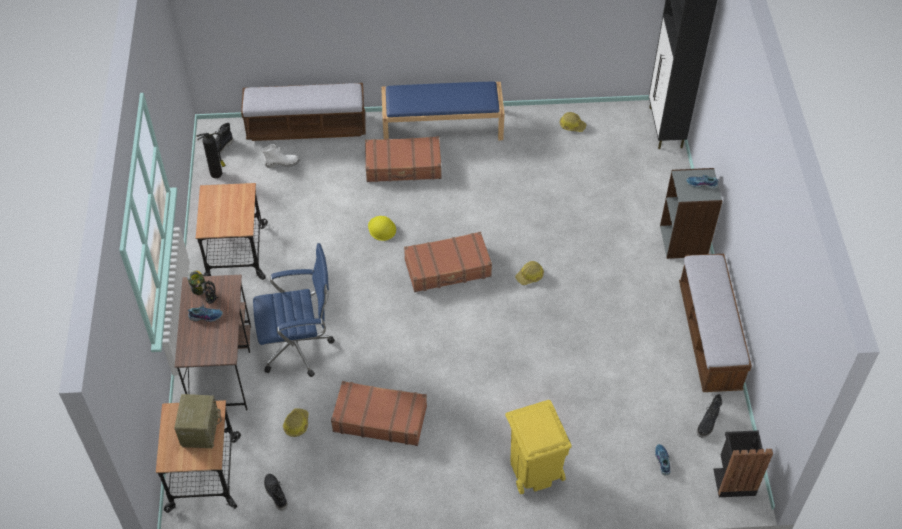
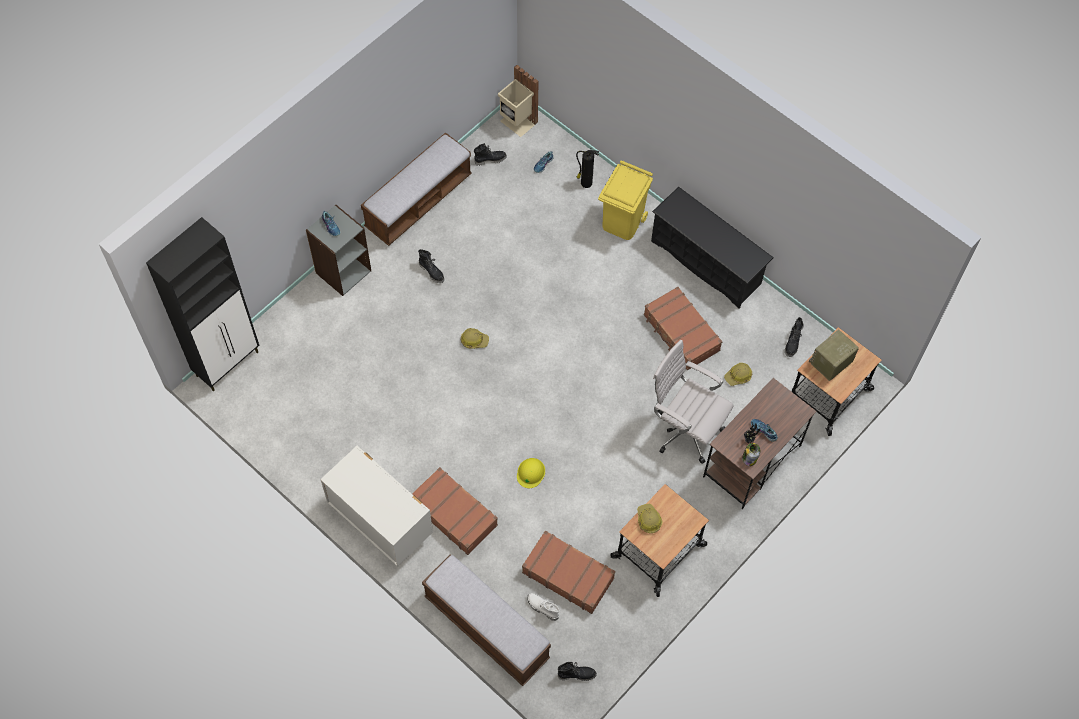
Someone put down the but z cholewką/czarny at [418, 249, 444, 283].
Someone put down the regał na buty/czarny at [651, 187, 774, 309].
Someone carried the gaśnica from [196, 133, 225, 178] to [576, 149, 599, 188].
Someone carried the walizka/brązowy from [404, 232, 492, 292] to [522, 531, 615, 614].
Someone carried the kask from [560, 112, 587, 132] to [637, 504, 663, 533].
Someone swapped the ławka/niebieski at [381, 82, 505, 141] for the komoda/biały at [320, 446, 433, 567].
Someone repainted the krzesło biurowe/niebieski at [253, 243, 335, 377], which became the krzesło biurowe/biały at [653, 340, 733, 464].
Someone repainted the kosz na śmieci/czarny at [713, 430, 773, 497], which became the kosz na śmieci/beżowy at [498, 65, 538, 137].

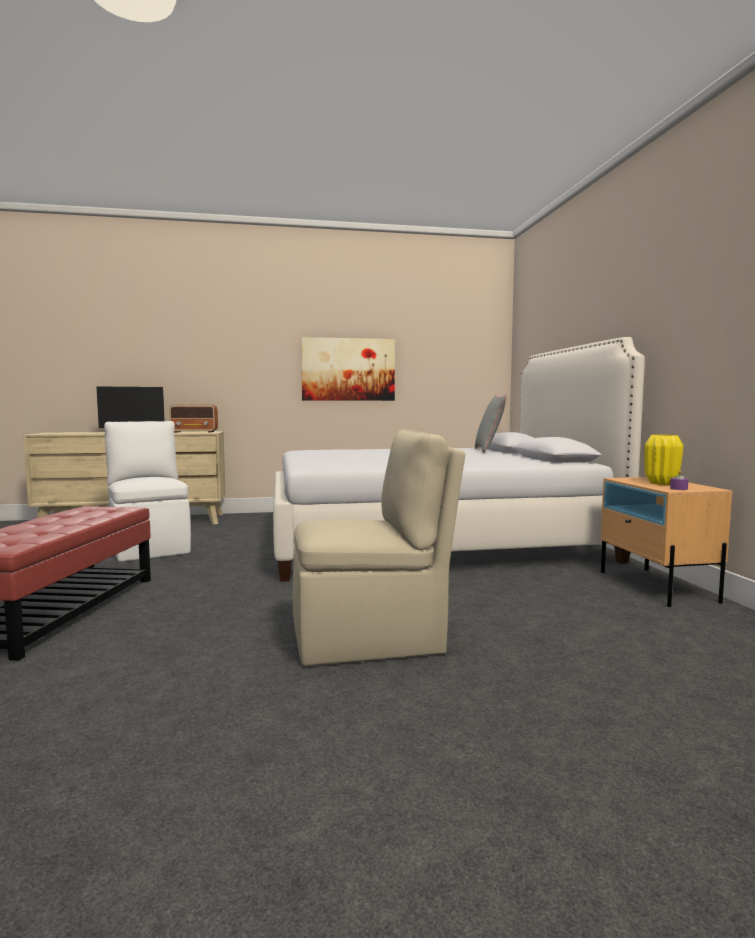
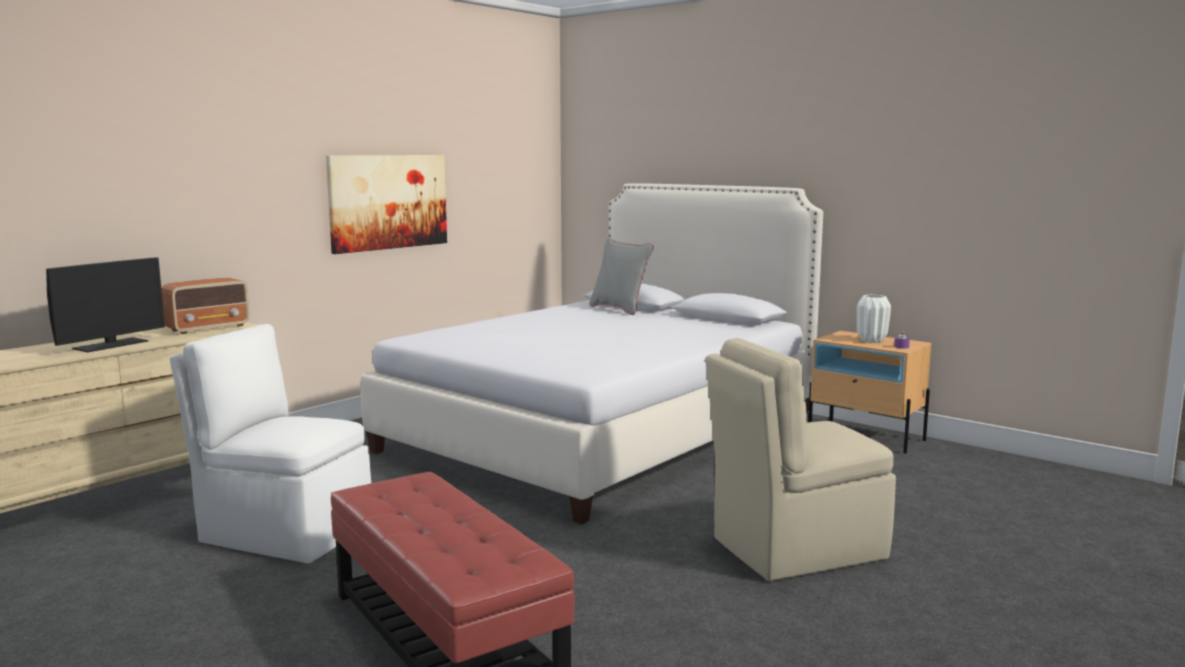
Someone repainted the wazon/żółty at [644, 435, 683, 485], which became the wazon/biały at [857, 295, 891, 343].
Someone rotated the krzesło/beżowy at [293, 430, 465, 666] by 150 degrees counterclockwise.

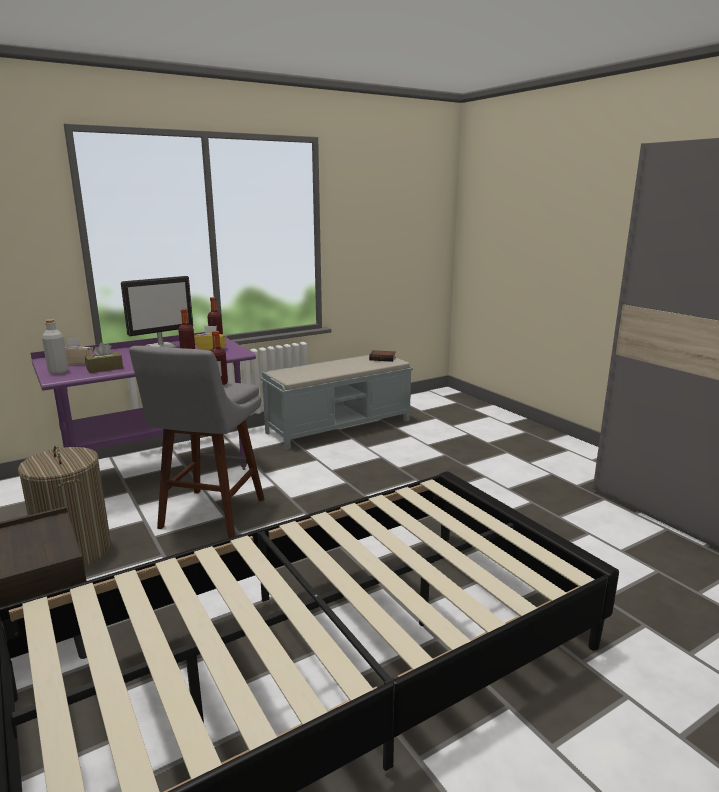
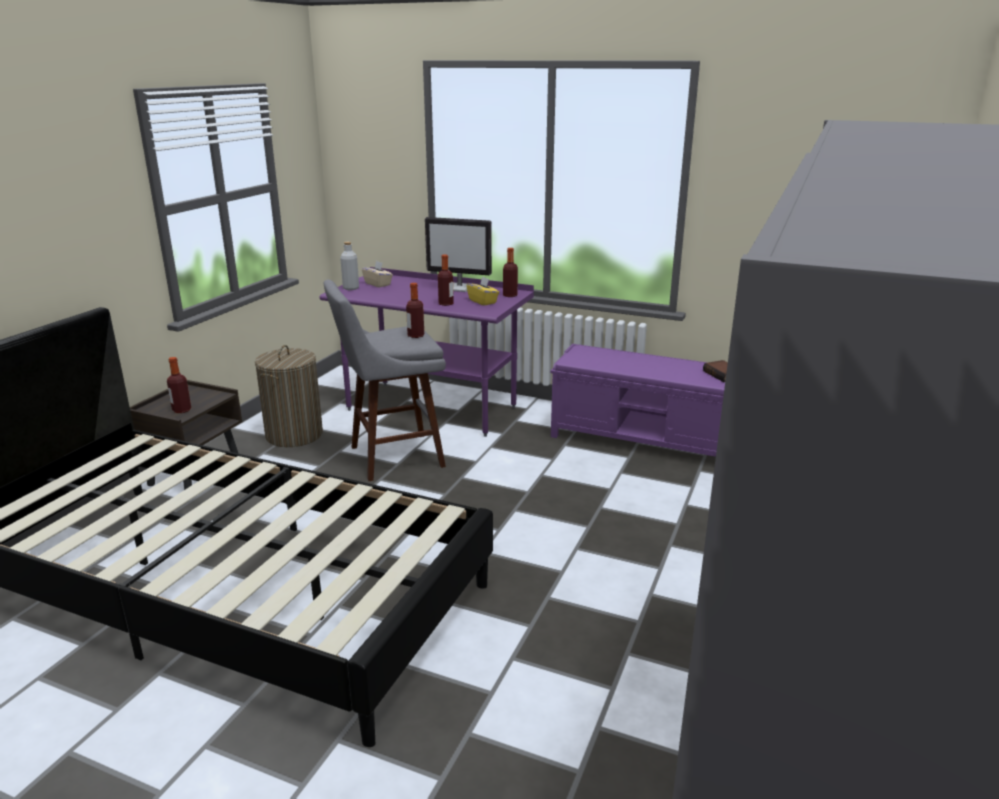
Someone took away the pudełko chusteczek/brązowy at [85, 342, 123, 373].
Someone put down the butelka at [167, 357, 191, 413].
Someone repainted the ławka/szary at [261, 355, 413, 450], which became the ławka/fioletowy at [550, 344, 725, 457].

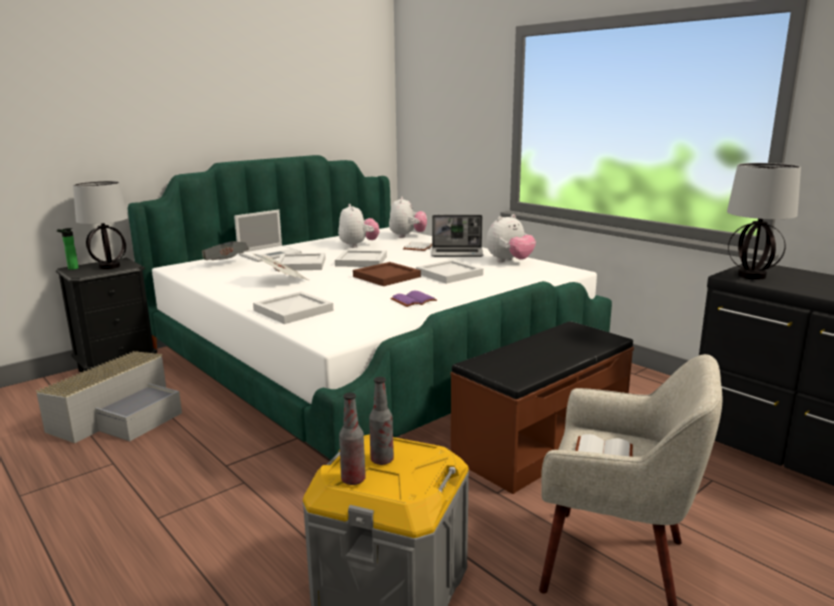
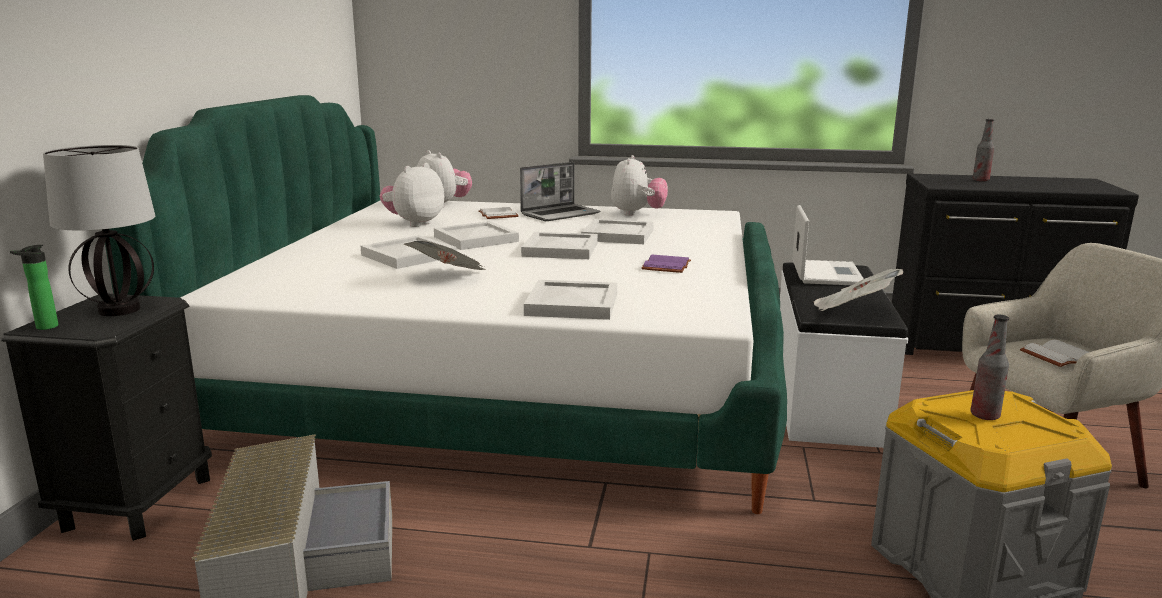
Someone took away the lampa stołowa at [727, 163, 801, 279].
Someone carried the gazeta from [202, 241, 249, 260] to [814, 269, 903, 311].
Someone carried the laptop from [234, 209, 302, 262] to [792, 205, 864, 285].
Someone carried the butelka from [339, 392, 366, 485] to [973, 119, 994, 181].
Someone repainted the taca/brązowy at [353, 262, 421, 286], which became the taca/biały at [521, 232, 598, 259].
Someone repainted the ławka/brązowy at [451, 321, 634, 494], which became the ławka/biały at [780, 262, 908, 448].
Someone rotated the pluszak at [338, 204, 379, 248] by 90 degrees counterclockwise.

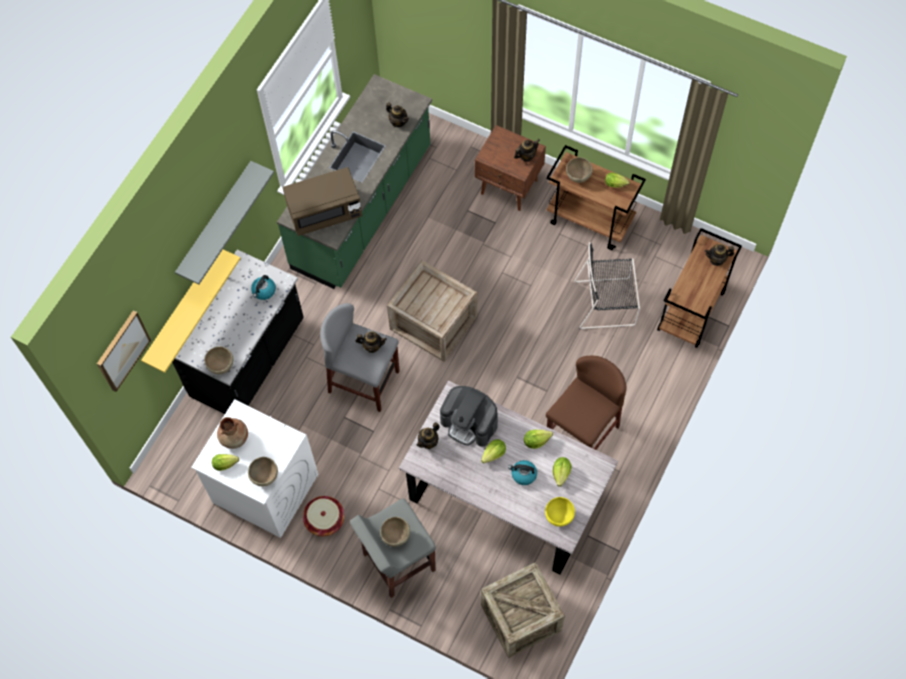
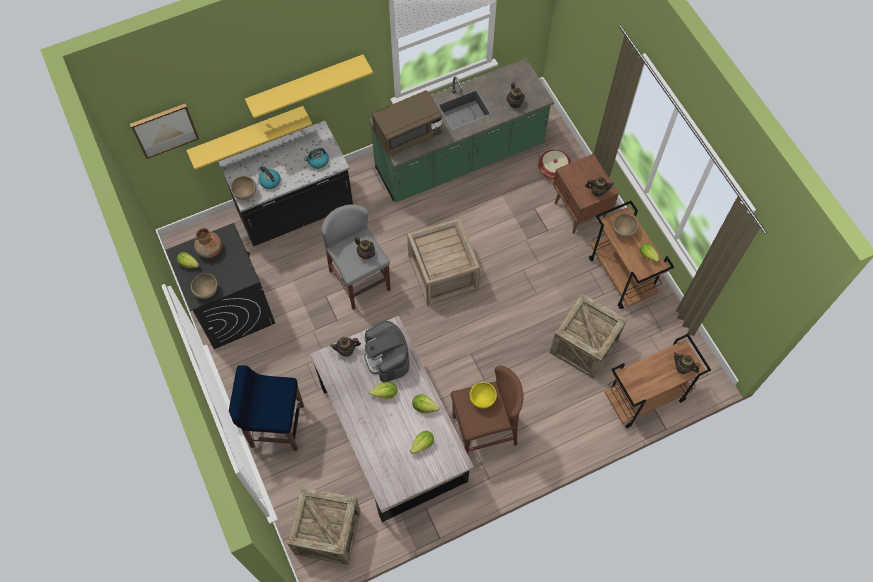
Someone took away the miska/brązowy at [380, 517, 410, 547].
Someone carried the koszyk from [303, 496, 345, 537] to [538, 150, 571, 180].
Someone carried the czajnik from [508, 460, 537, 485] to [259, 165, 280, 189].
Someone carried the miska/żółty from [545, 497, 575, 527] to [469, 382, 497, 409].
Someone swapped the krzesło/czarny at [574, 242, 640, 329] for the skrzynka at [550, 293, 627, 379].
Someone repainted the półka/szary at [175, 161, 274, 284], which became the półka/żółty at [245, 54, 373, 118].
Someone repainted the pralka/biały at [191, 399, 318, 538], which became the pralka/czarny at [166, 223, 275, 349].
Someone repainted the stołek/szary at [350, 499, 436, 598], which became the stołek/niebieski at [229, 365, 304, 451].
Someone rotated the mikrofalówka/brązowy at [283, 167, 362, 236] by 45 degrees counterclockwise.

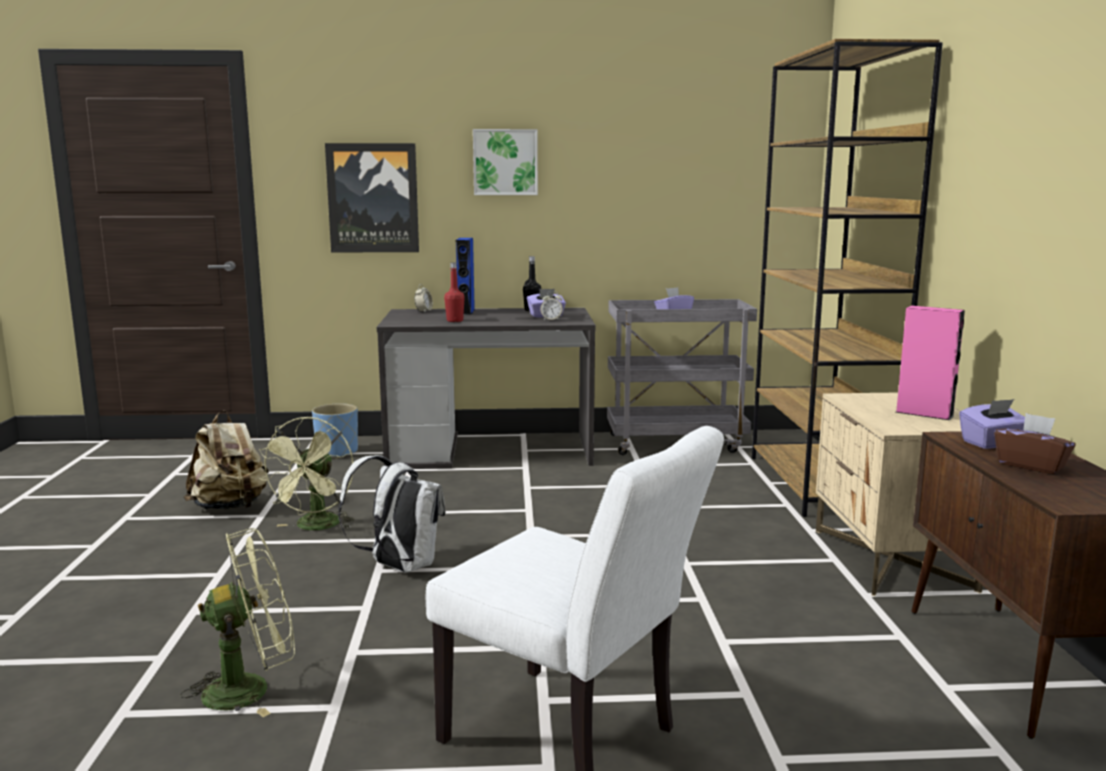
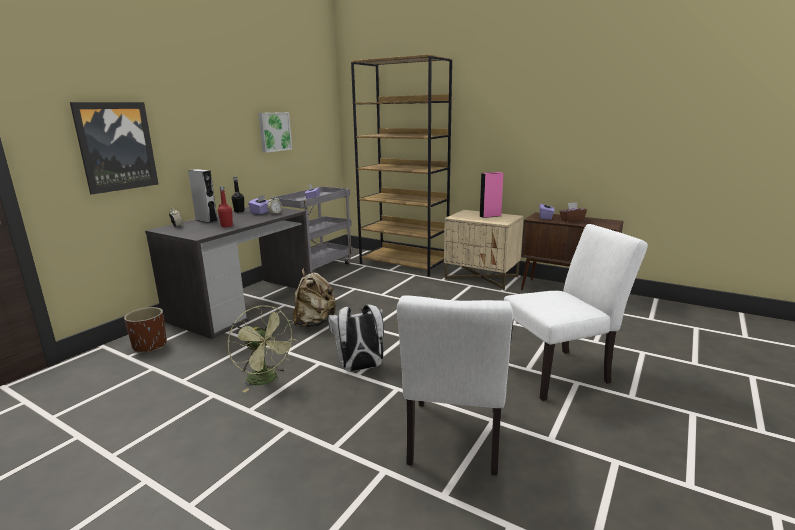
Someone carried the plecak/beżowy from [184, 410, 269, 510] to [293, 268, 337, 327].
Someone carried the obraz from [473, 129, 538, 195] to [258, 112, 292, 153].
Someone swapped the wentylator/zielony at [180, 528, 295, 717] for the krzesło/biały at [397, 295, 513, 475].
Someone repainted the donica/niebieski at [312, 403, 358, 459], which became the donica/brązowy at [124, 307, 167, 353].
Someone repainted the głośnik/niebieski at [456, 238, 475, 315], which became the głośnik/szary at [188, 169, 218, 223].

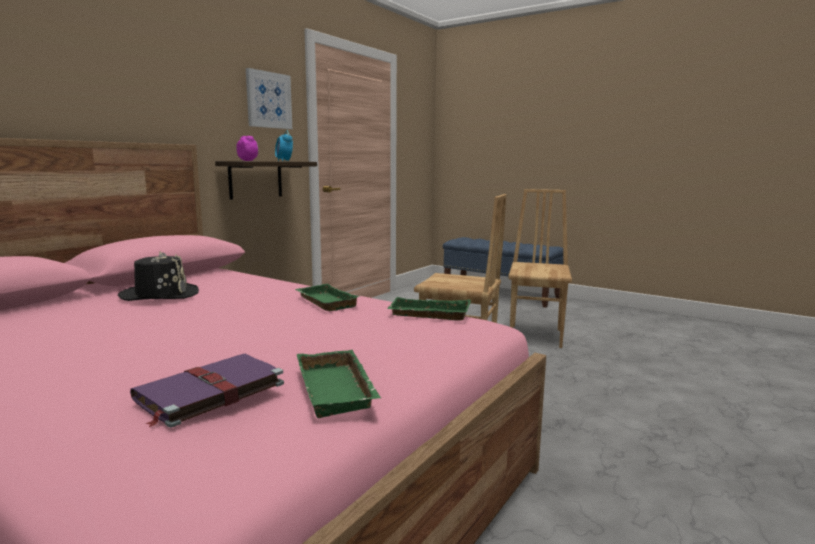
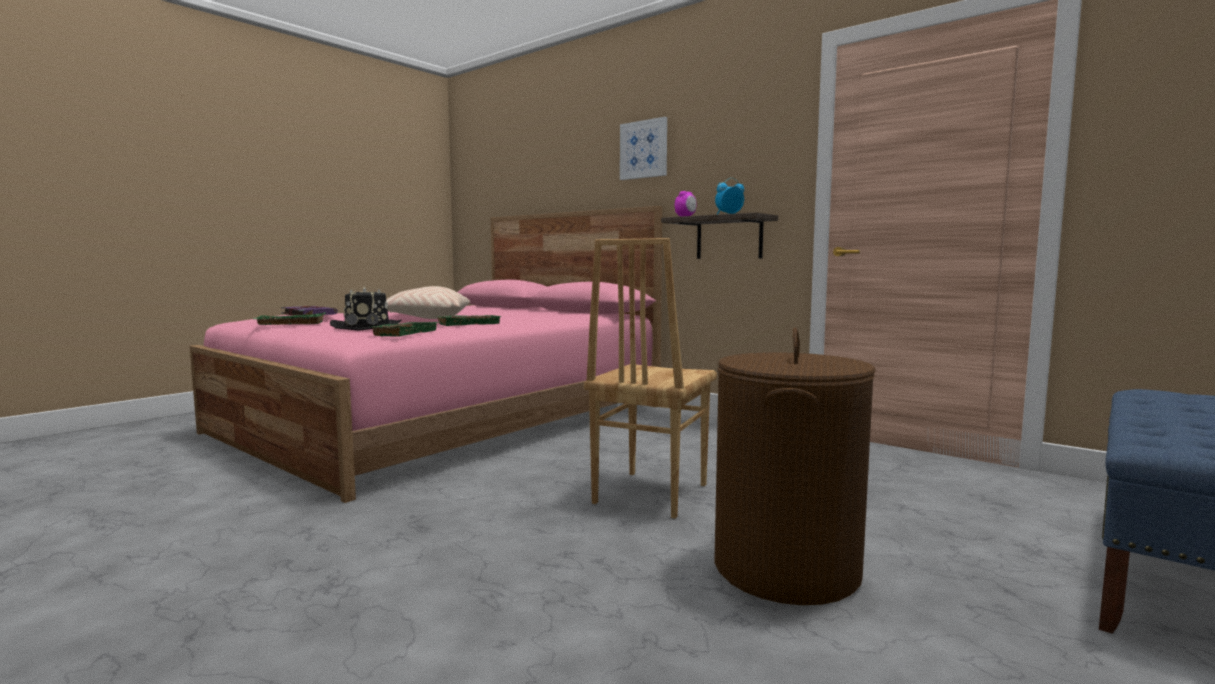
Someone put down the poduszka/beżowy at [386, 286, 470, 319].
Someone carried the kapelusz/czarny from [118, 251, 199, 301] to [330, 286, 402, 331].
Someone carried the obraz from [246, 68, 292, 129] to [620, 117, 667, 180].
Someone swapped the krzesło/brązowy at [508, 189, 572, 348] for the kosz na pranie/brązowy at [714, 328, 876, 605].

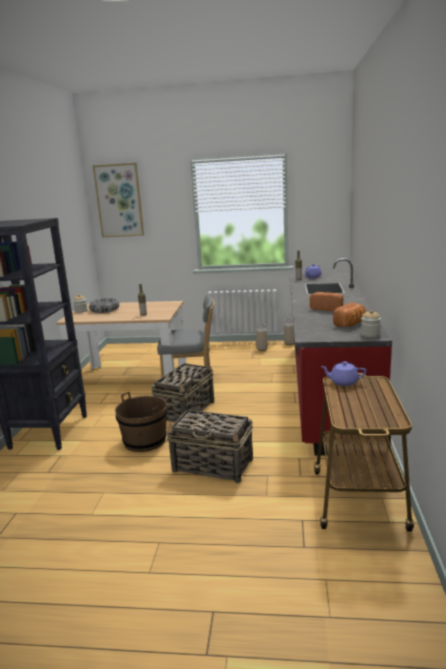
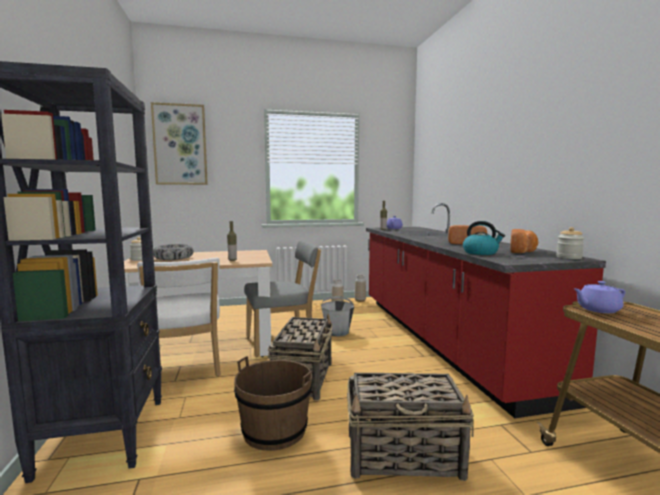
Someone put down the krzesło/biały at [137, 258, 221, 376].
Someone put down the wiadro/szary at [321, 296, 354, 337].
Someone put down the czajnik at [463, 221, 505, 255].

